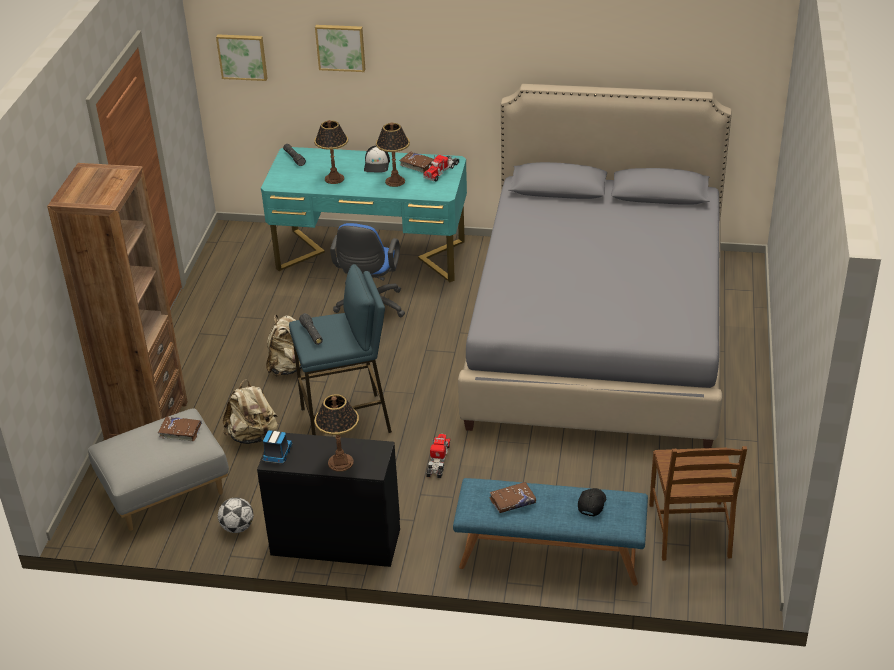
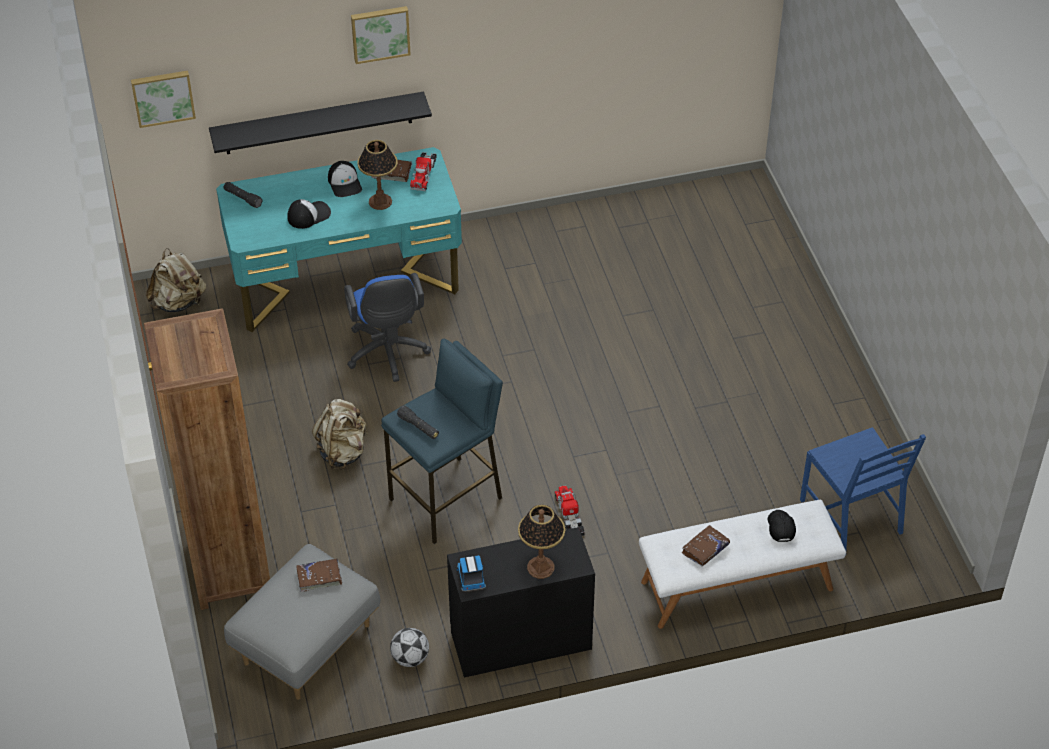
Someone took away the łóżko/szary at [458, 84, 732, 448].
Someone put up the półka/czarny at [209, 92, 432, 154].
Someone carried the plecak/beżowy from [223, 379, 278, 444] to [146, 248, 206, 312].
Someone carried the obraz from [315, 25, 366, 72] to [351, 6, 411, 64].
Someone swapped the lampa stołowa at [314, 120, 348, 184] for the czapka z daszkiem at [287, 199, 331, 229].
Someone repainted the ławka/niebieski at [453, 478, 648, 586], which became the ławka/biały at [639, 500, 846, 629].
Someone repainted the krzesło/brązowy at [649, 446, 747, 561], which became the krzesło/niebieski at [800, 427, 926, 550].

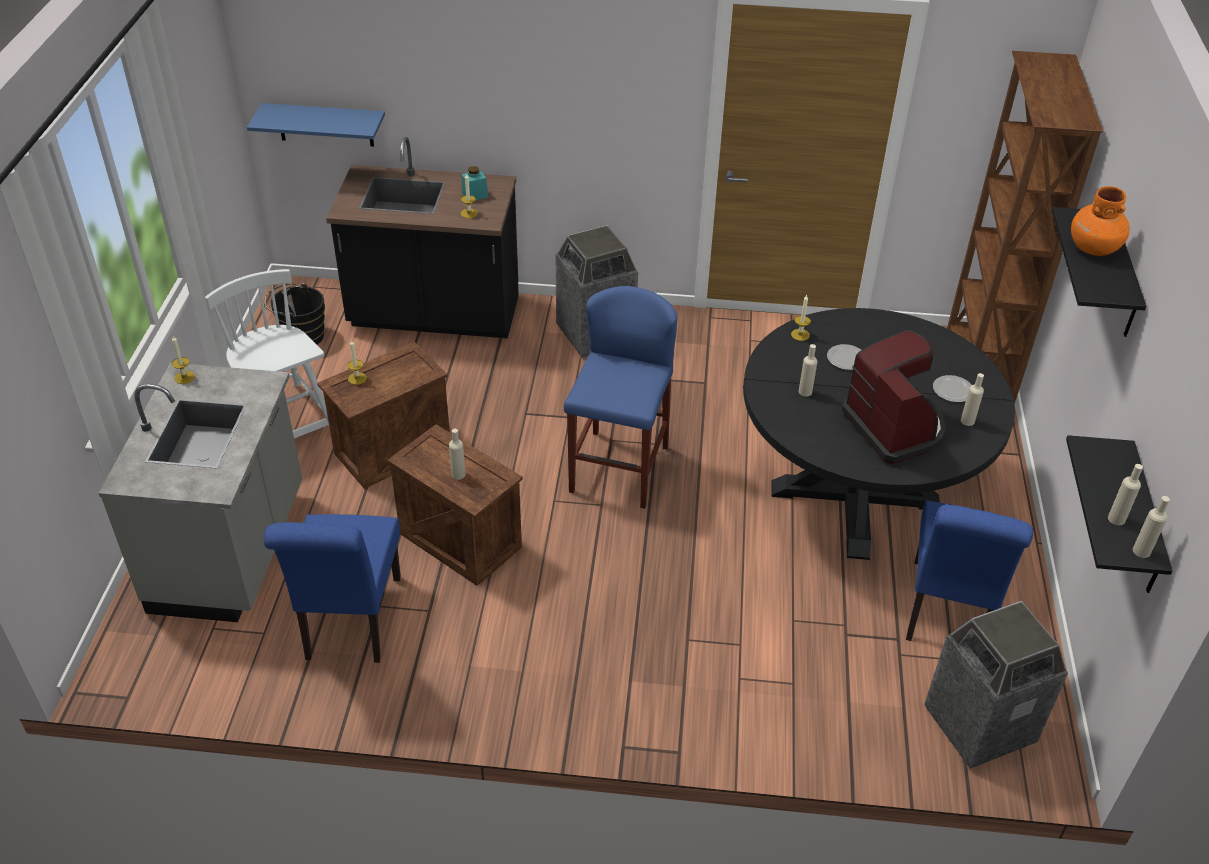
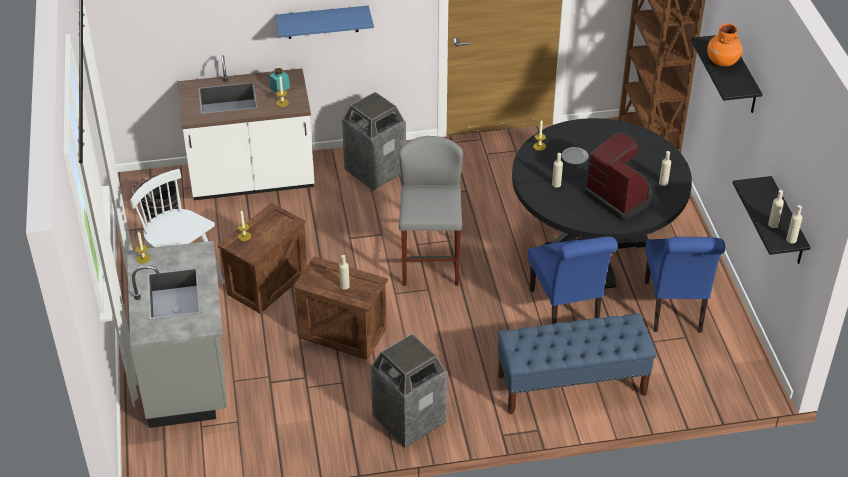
Someone took away the talerz at [933, 375, 972, 402].
Someone put down the ławka/niebieski at [497, 313, 656, 414].
Someone carried the półka/niebieski from [247, 103, 385, 147] to [276, 6, 374, 39].
Someone carried the krzesło/niebieski from [264, 514, 401, 663] to [528, 237, 618, 324].
Someone carried the kosz na śmieci from [924, 601, 1068, 769] to [371, 334, 447, 448].
Someone repainted the zabudowa kuchenna/czarny at [326, 137, 519, 338], which became the zabudowa kuchenna/biały at [178, 55, 314, 200].
Someone repainted the stołek/niebieski at [564, 286, 677, 509], which became the stołek/szary at [399, 136, 463, 286].

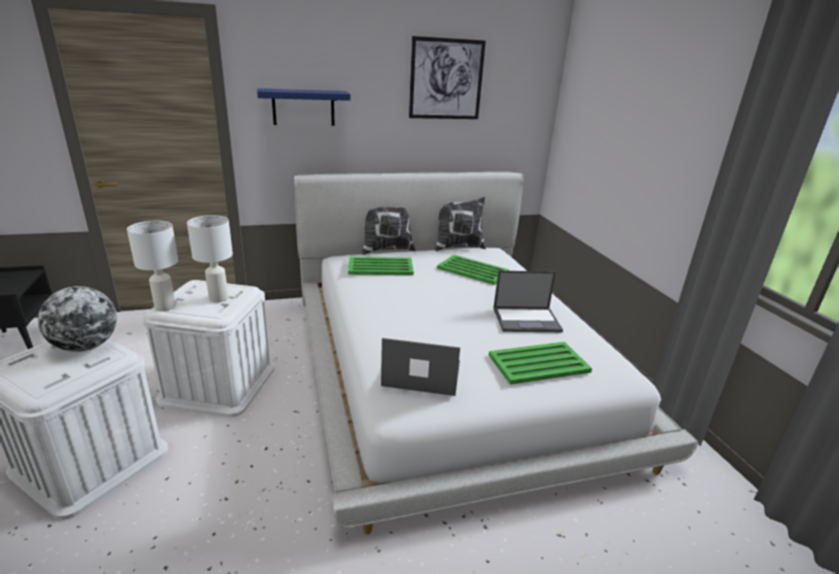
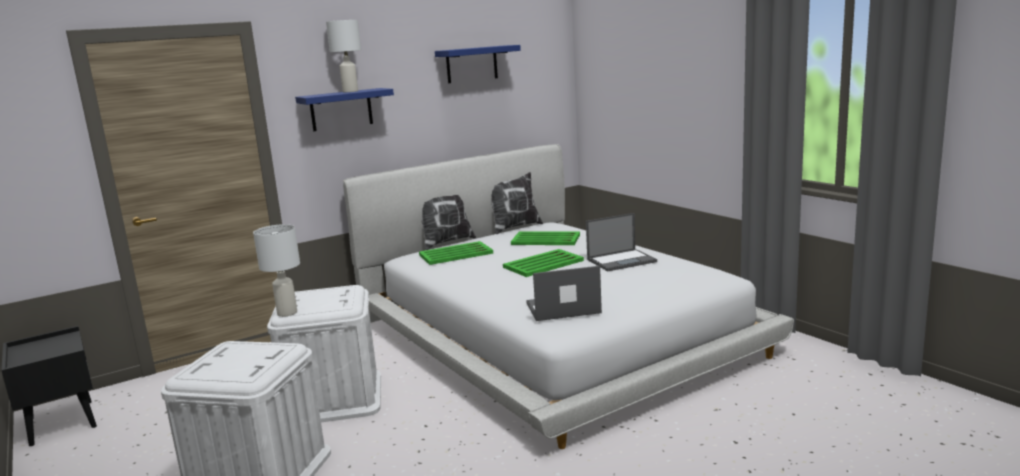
Someone took away the globus at [38, 286, 117, 352].
Someone carried the lampa stołowa/biały from [187, 215, 233, 303] to [326, 20, 361, 92].
Someone carried the taca/zielony from [489, 342, 592, 385] to [503, 249, 584, 277].
Someone swapped the obraz at [409, 36, 486, 119] for the półka/niebieski at [435, 45, 521, 83].

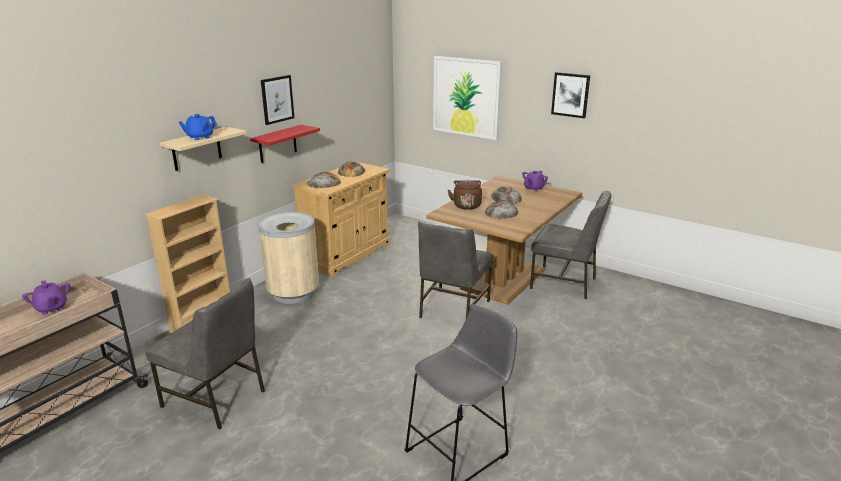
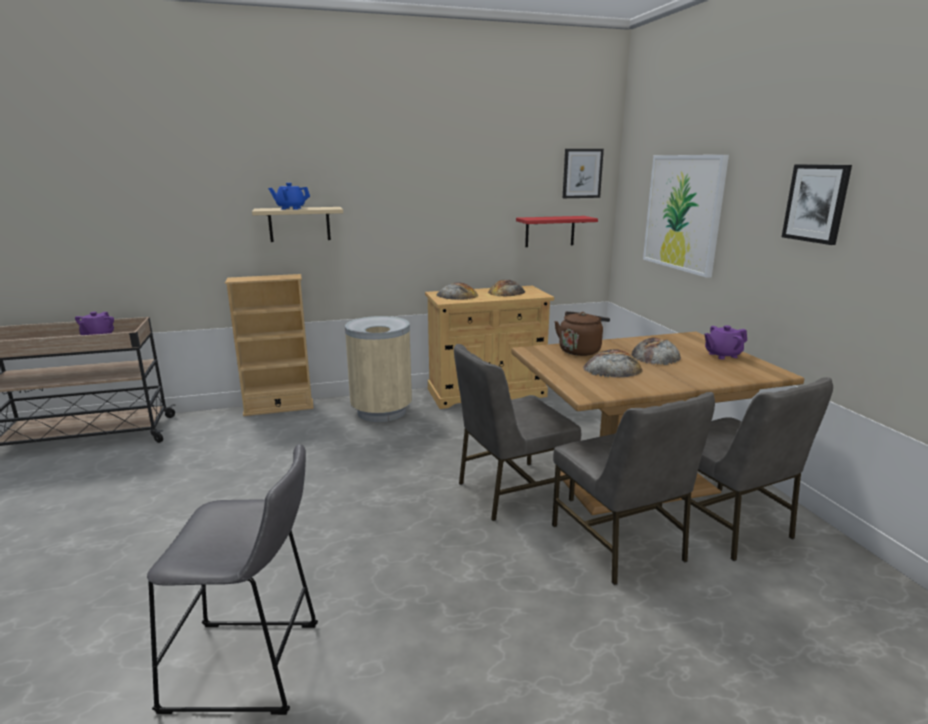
Someone carried the krzesło/szary from [146, 278, 265, 429] to [552, 392, 715, 585].
Someone carried the półka/czerwony from [250, 125, 320, 163] to [516, 216, 598, 247].
Someone carried the obraz from [261, 75, 294, 125] to [563, 149, 604, 198].

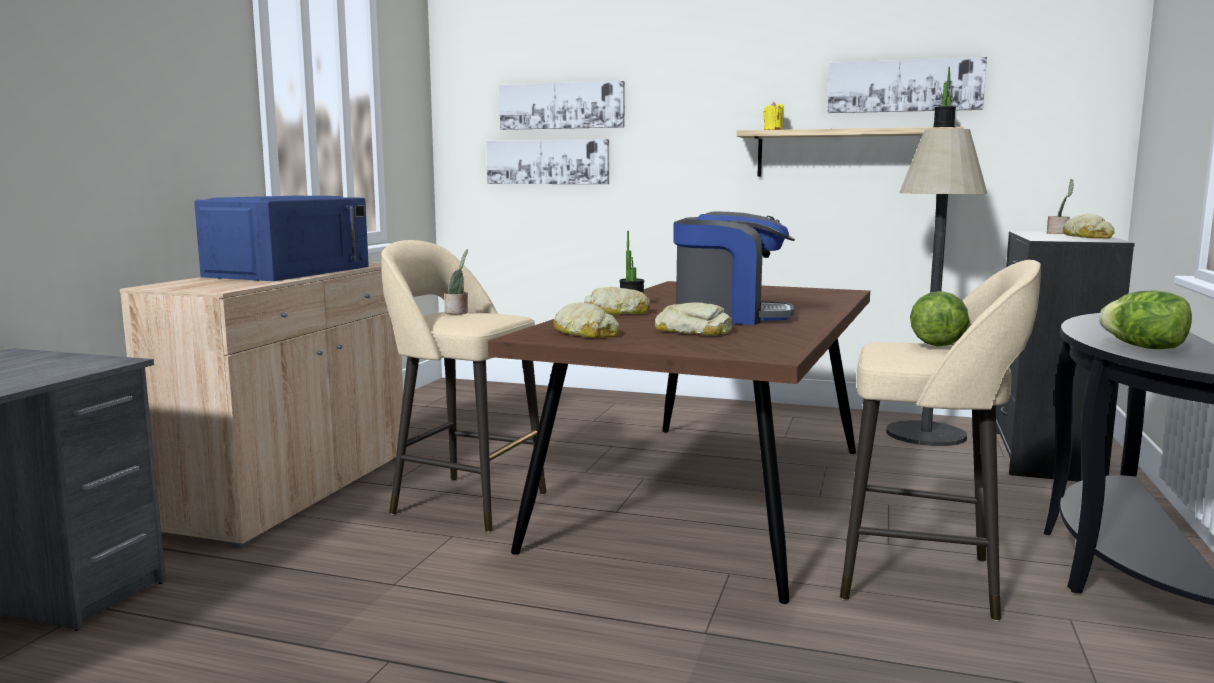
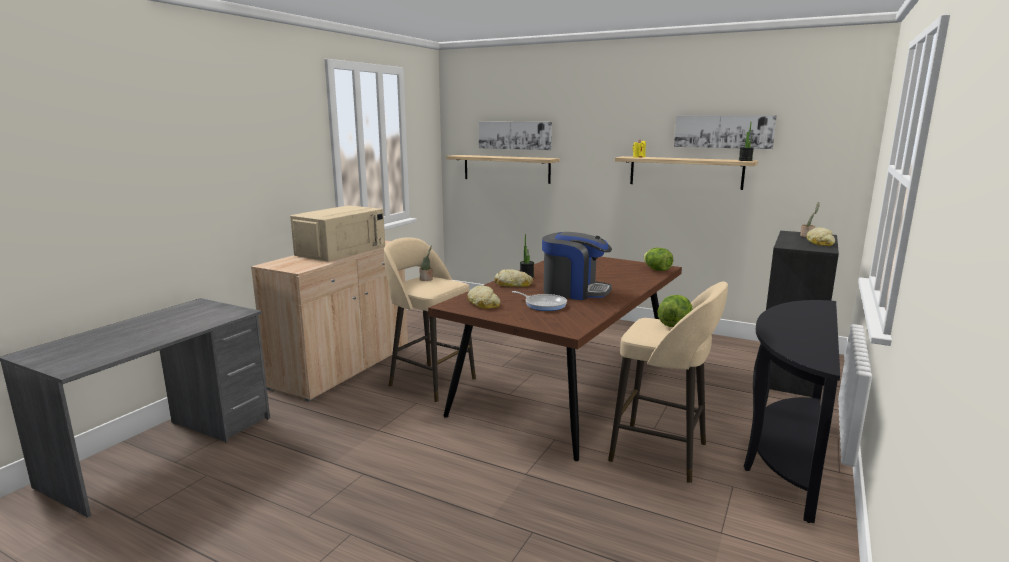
Someone took away the lampa stojąca at [886, 129, 988, 446].
Someone carried the sałata from [1099, 291, 1192, 349] to [644, 248, 673, 271].
Someone swapped the obraz at [486, 139, 609, 184] for the półka at [446, 155, 560, 184].
Someone swapped the chleb at [655, 303, 732, 336] for the patelnia at [512, 291, 567, 311].
Someone repainted the mikrofalówka/niebieski at [194, 196, 369, 281], which became the mikrofalówka/beżowy at [290, 205, 385, 262].

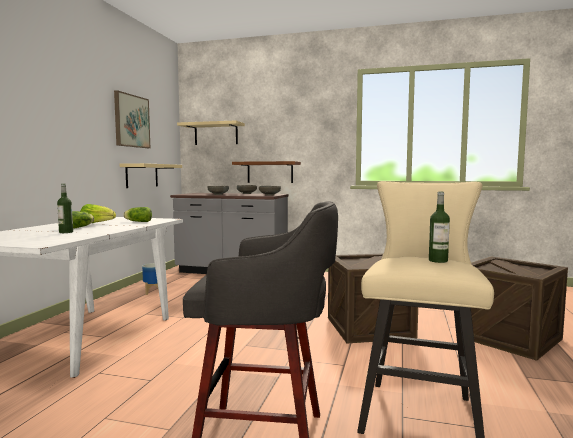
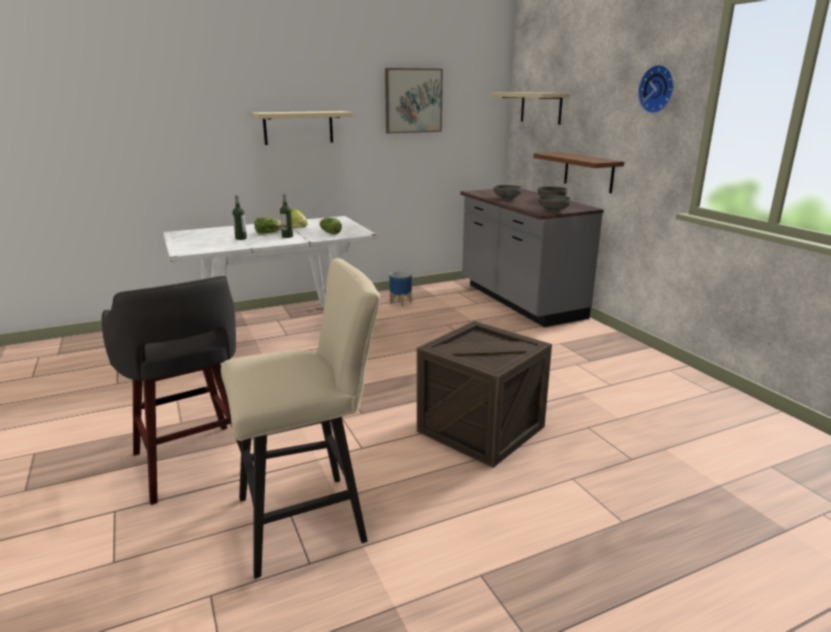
Someone took away the skrzynka at [471, 256, 568, 361].
Someone put up the zegar ścienny at [638, 64, 674, 114].
Someone carried the półka/beżowy from [120, 163, 182, 188] to [250, 111, 353, 145].
Someone carried the butelka from [429, 192, 450, 263] to [280, 194, 293, 238].

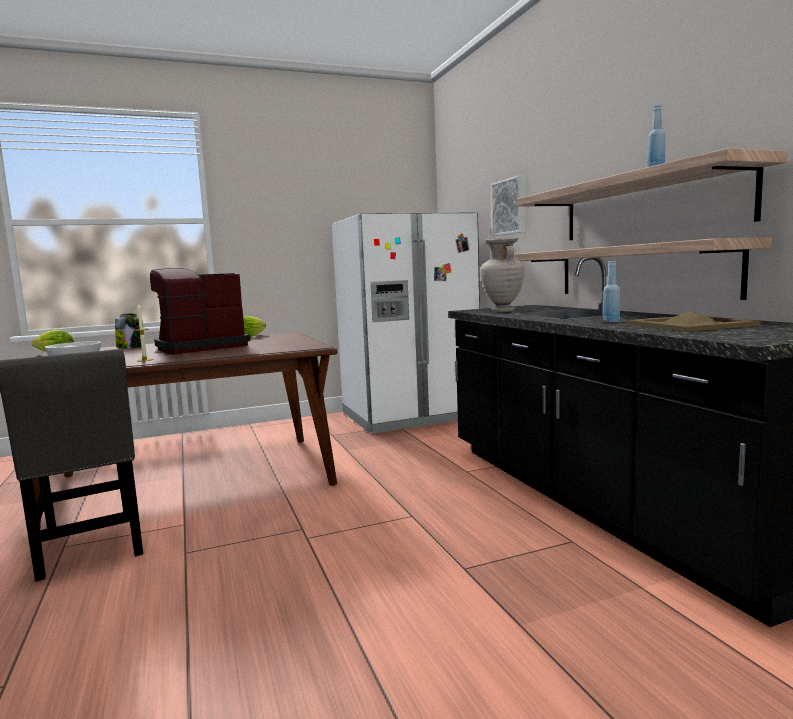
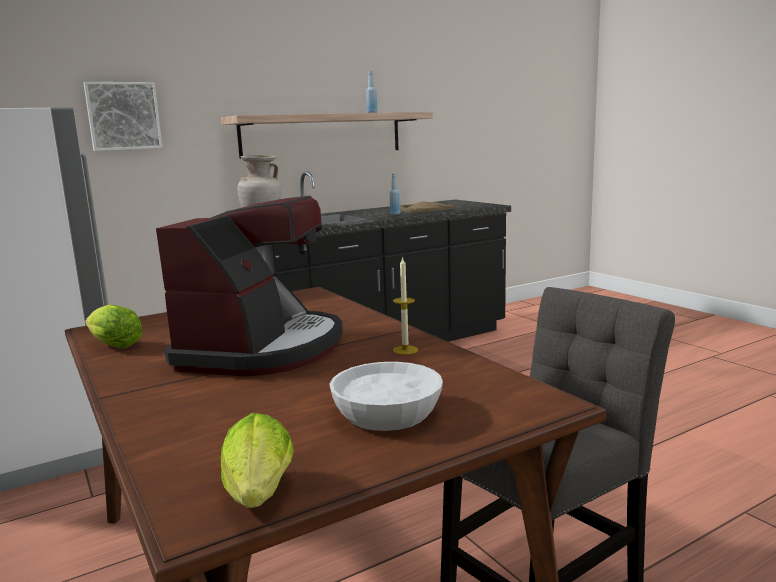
Someone took away the słoik at [115, 314, 143, 348].
Someone took away the półka at [513, 237, 772, 300].
Someone rotated the ekspres do kawy at [150, 268, 250, 354] by 120 degrees counterclockwise.

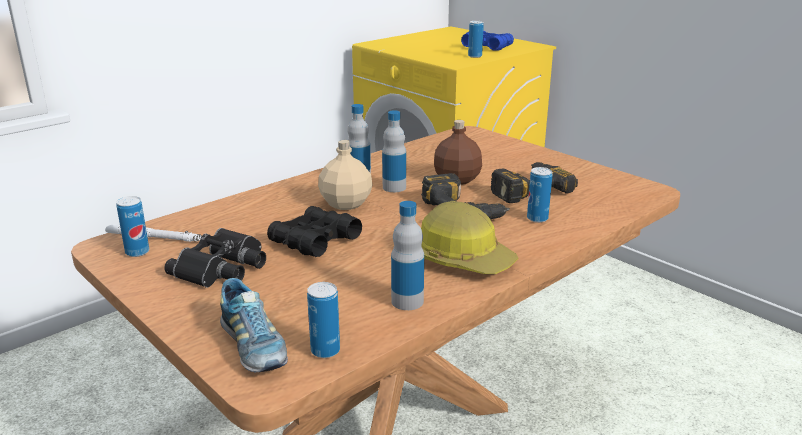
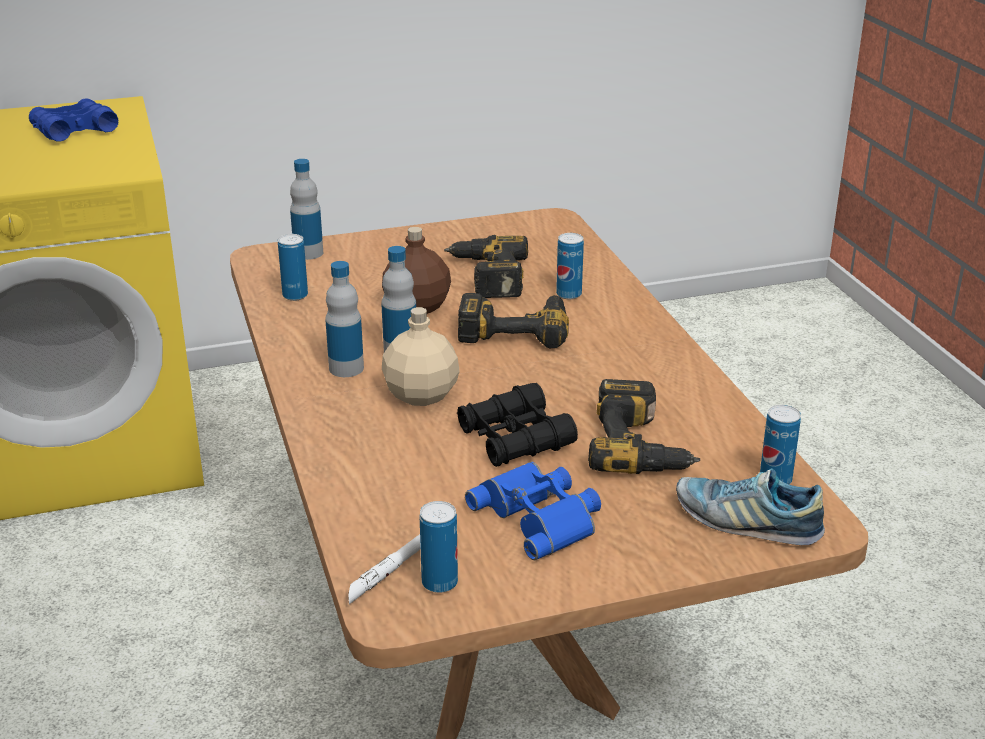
Someone took away the kask at [421, 201, 519, 274].
Someone put down the wiertarka at [588, 379, 700, 474].
Someone carried the butelka from [391, 201, 424, 310] to [290, 159, 323, 260].
Someone carried the puszka from [468, 21, 484, 58] to [278, 234, 308, 301].
Someone repainted the lornetka/czarny at [164, 228, 266, 288], which became the lornetka/niebieski at [465, 462, 601, 560].
Someone rotated the but at [220, 278, 288, 372] by 150 degrees counterclockwise.

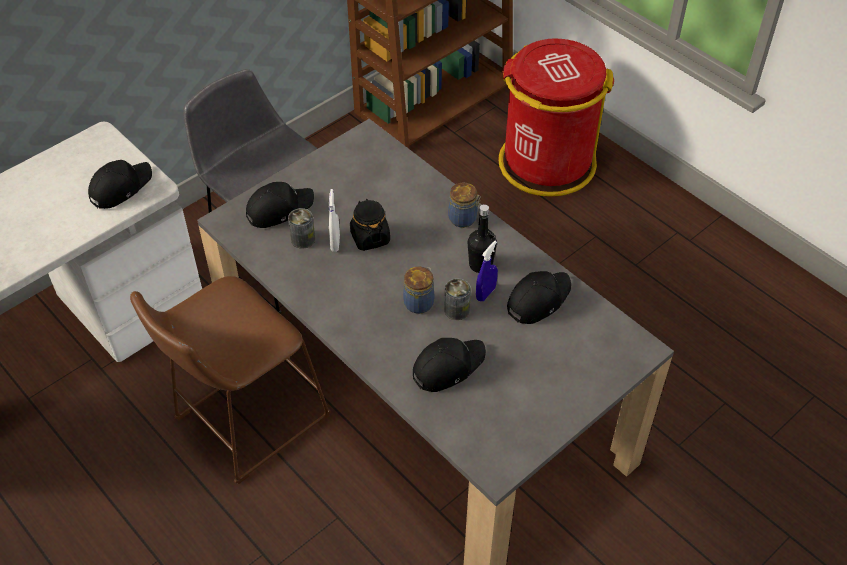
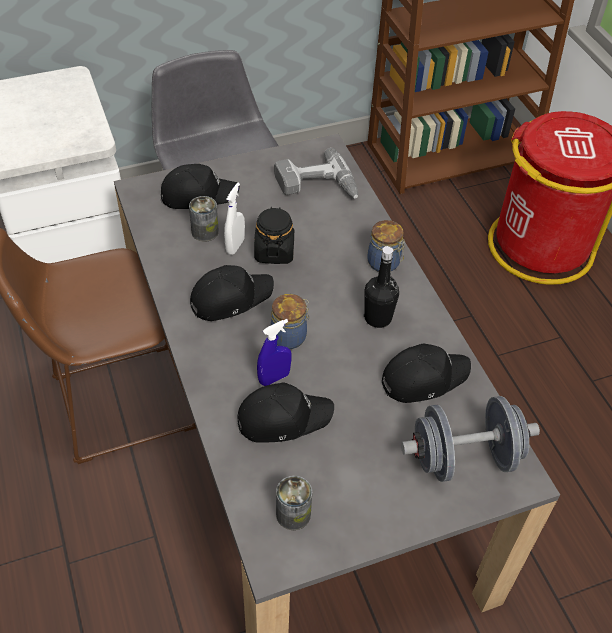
Someone put down the wiertarka at [274, 148, 358, 198].
Someone put down the hantel/szary at [401, 396, 540, 482].
Someone carried the czapka z daszkiem/czarny from [88, 160, 152, 209] to [190, 265, 274, 321].
Someone carried the puszka from [444, 278, 471, 320] to [276, 476, 312, 530].
Someone carried the spryskiwacz/niebieski from [476, 241, 498, 302] to [257, 319, 292, 386].

